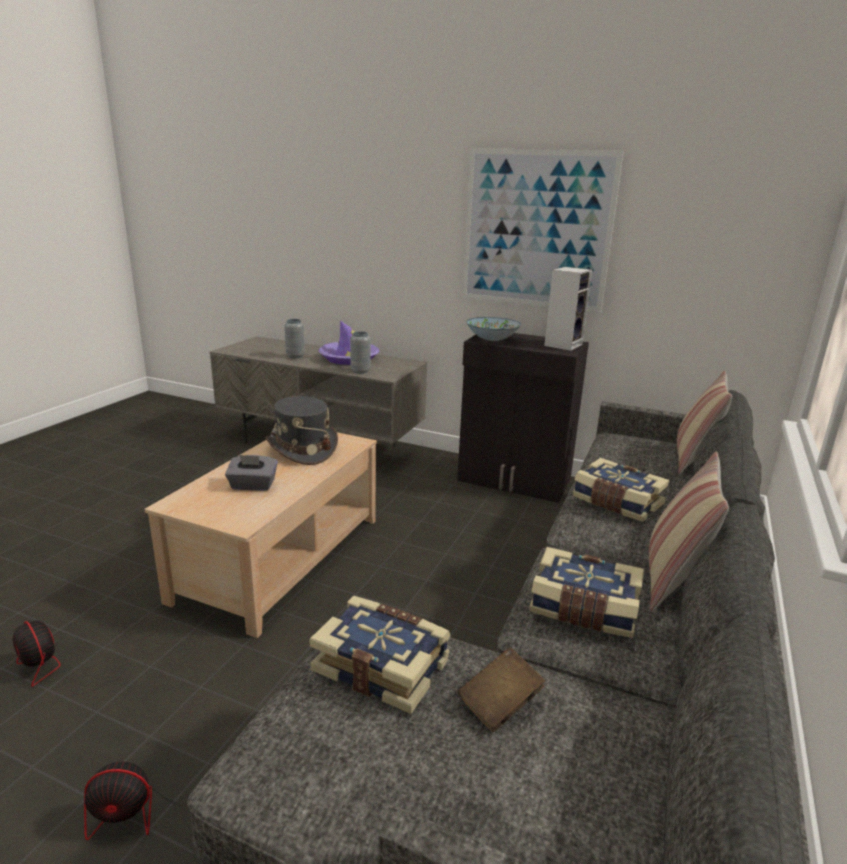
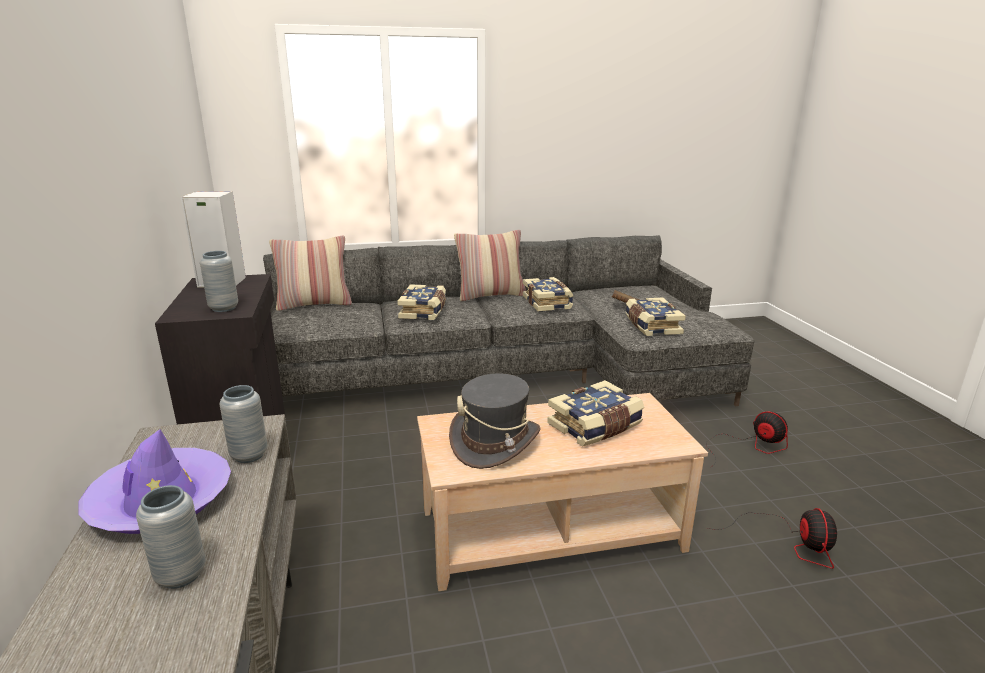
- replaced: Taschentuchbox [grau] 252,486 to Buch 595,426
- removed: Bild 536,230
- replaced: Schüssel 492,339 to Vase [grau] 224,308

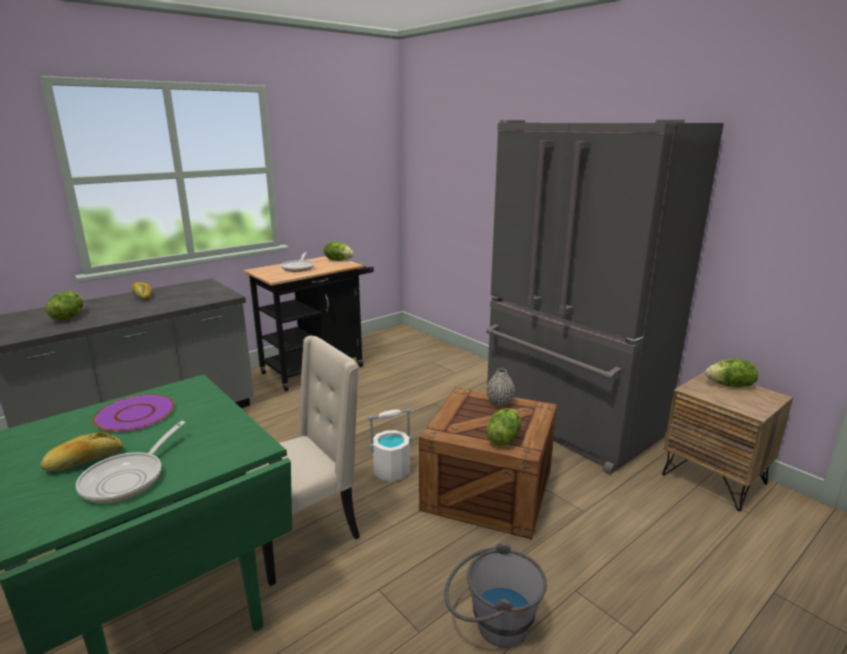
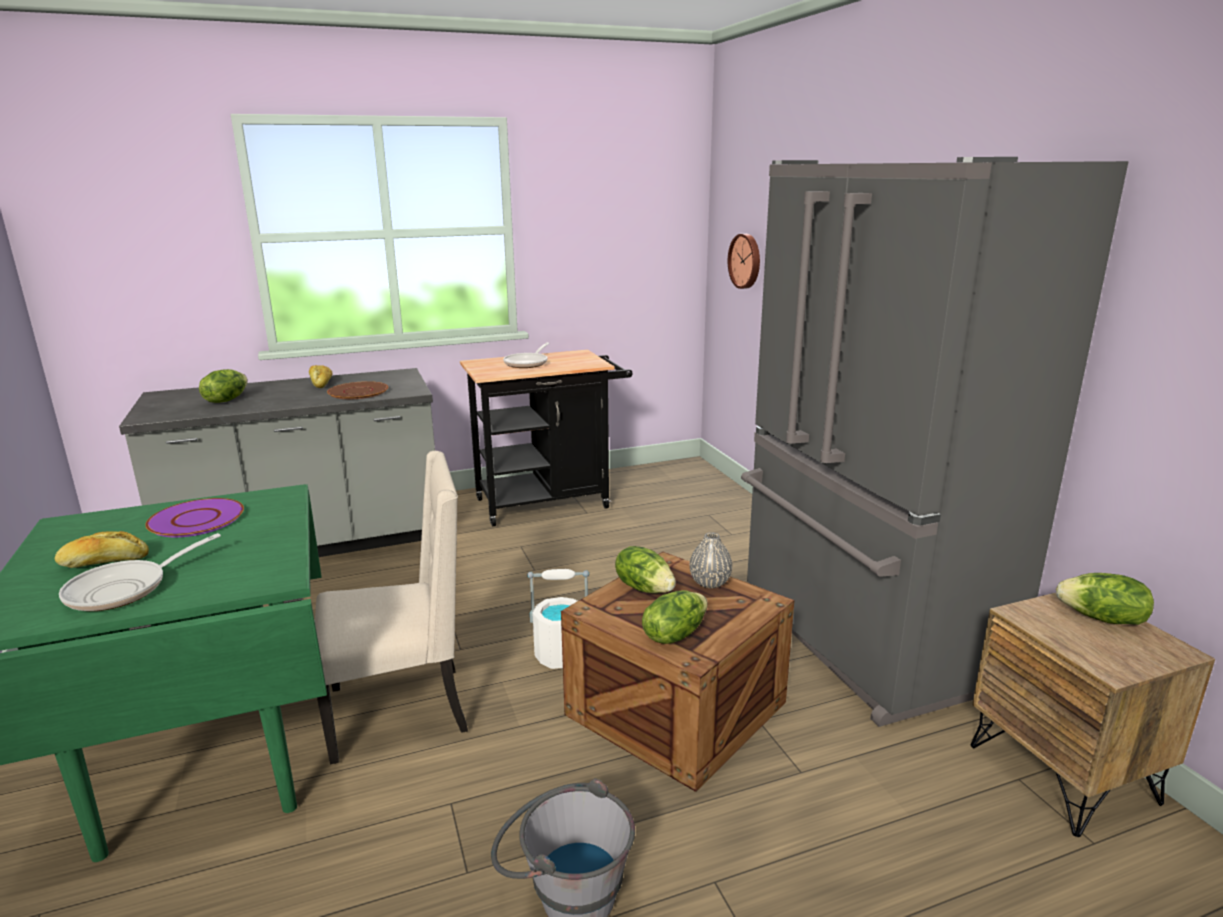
- moved: Salatkopf 338,260 to 645,588
- added: Teller [braun] 358,392
- added: Wanduhr 746,261

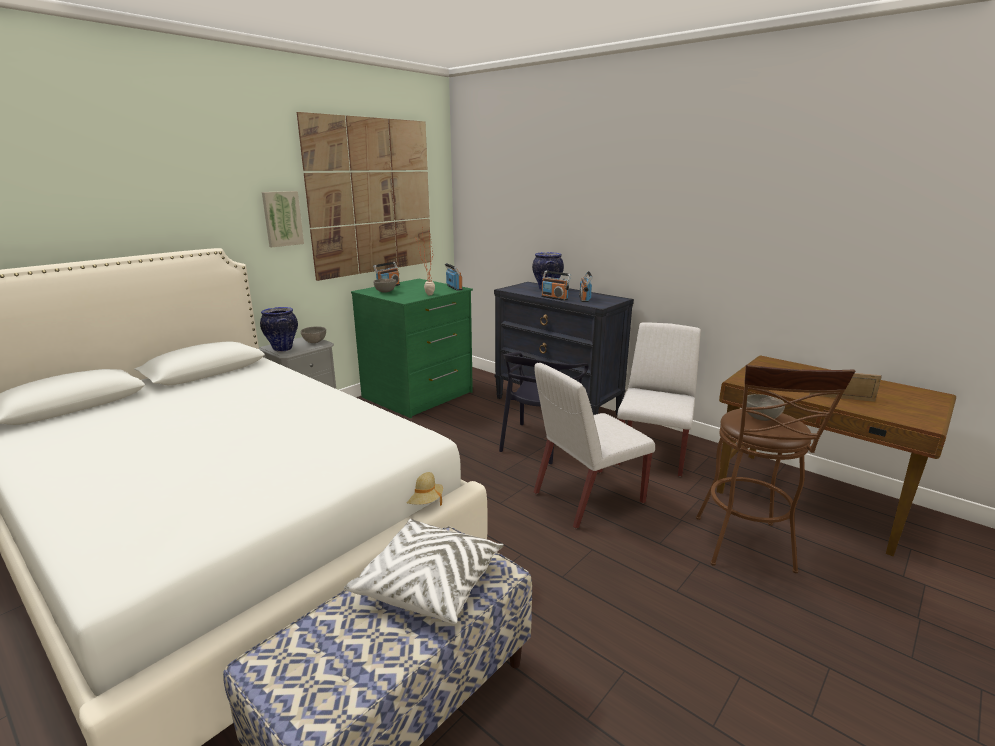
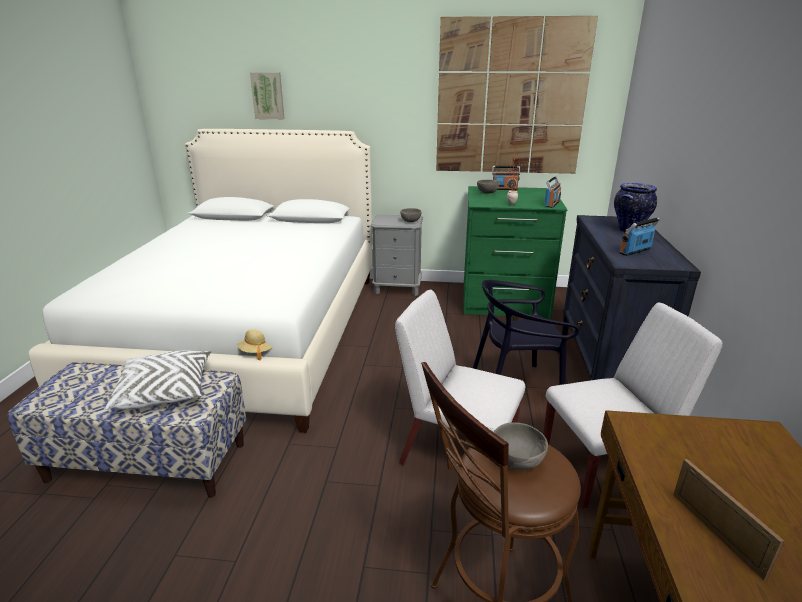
- removed: Vase 282,349
- moved: Bild 282,218 to 268,95
- removed: Radio 554,298

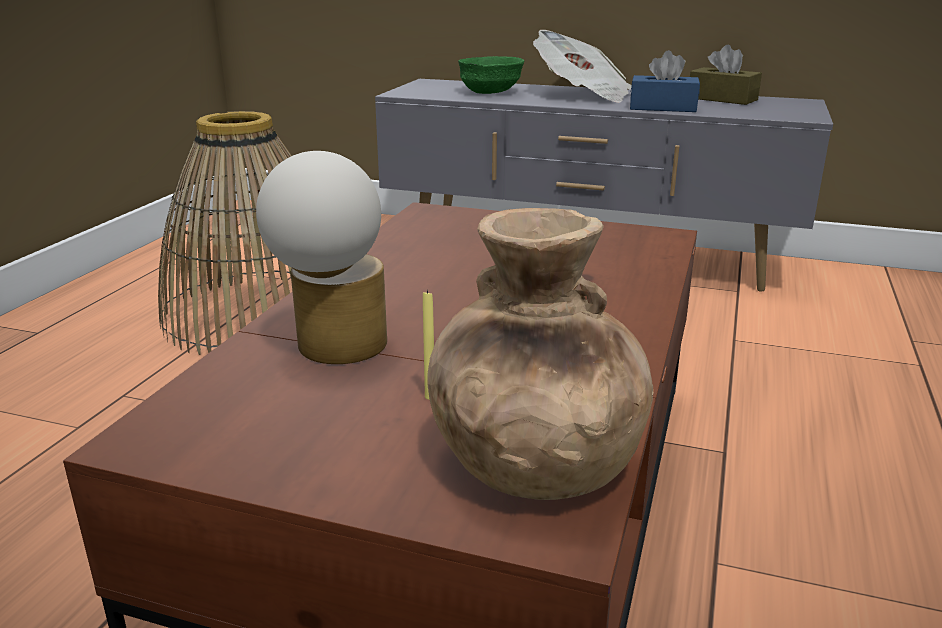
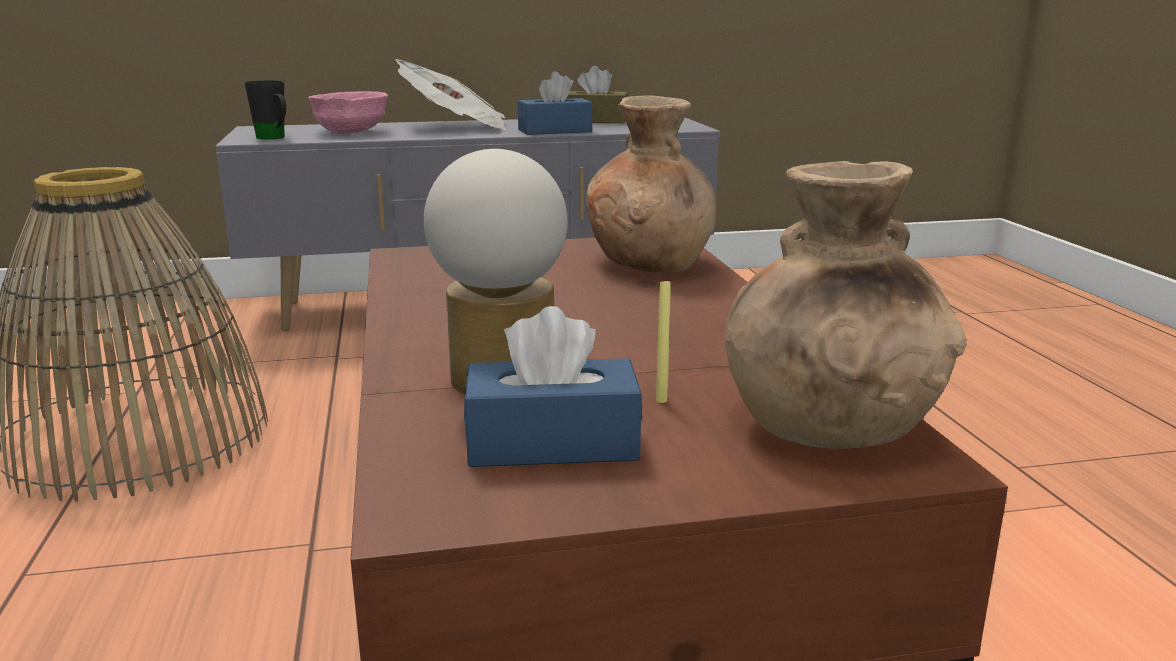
- recoloured: Schüssel [grün] 490,92 to Schüssel [rosa] 351,132
- added: Henkelbecher [schwarz] 274,138
- added: Taschentuchbox [blau] 552,443
- added: Vase [braun] 651,263

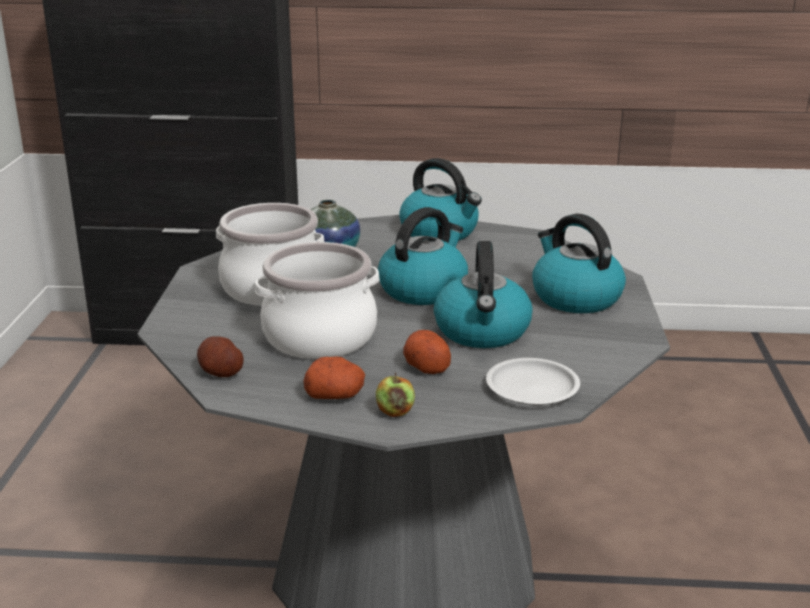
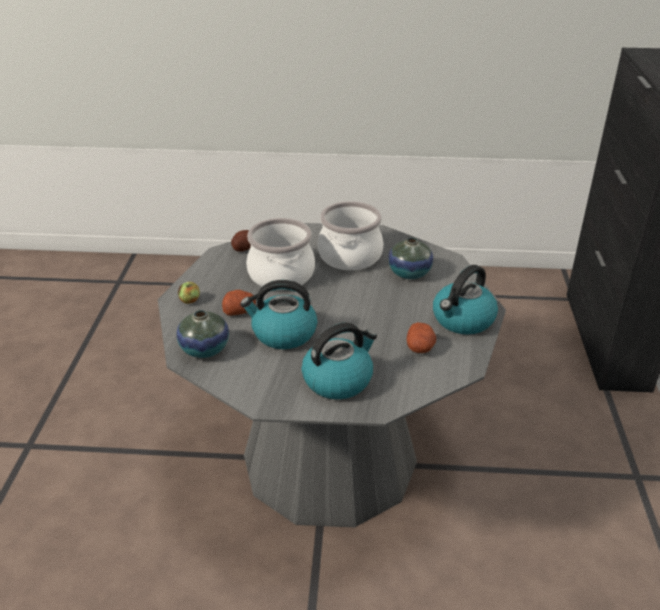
- moved: Kartoffel 336,395 to 420,348
- removed: Wasserkessel 423,289
- replaced: Teller [weiß] 532,388 to Vase 204,349

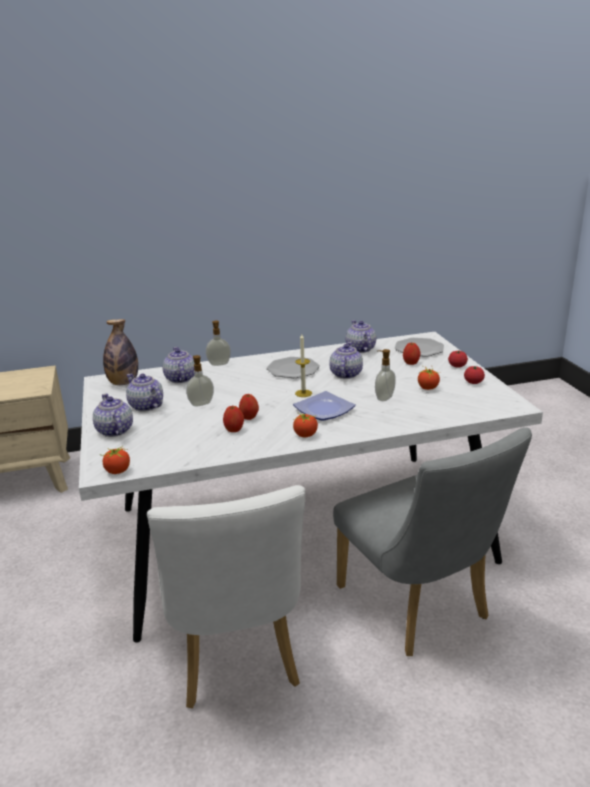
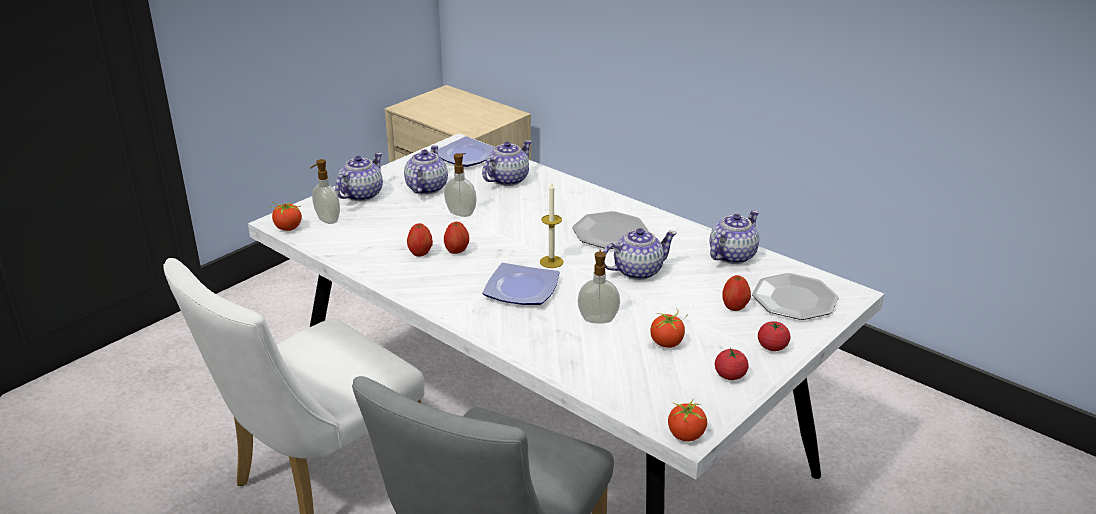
- replaced: Flasche 123,383 to Teller 465,156
- moved: Seifenspender 219,364 to 327,220
- moved: Tomate 305,435 to 686,436

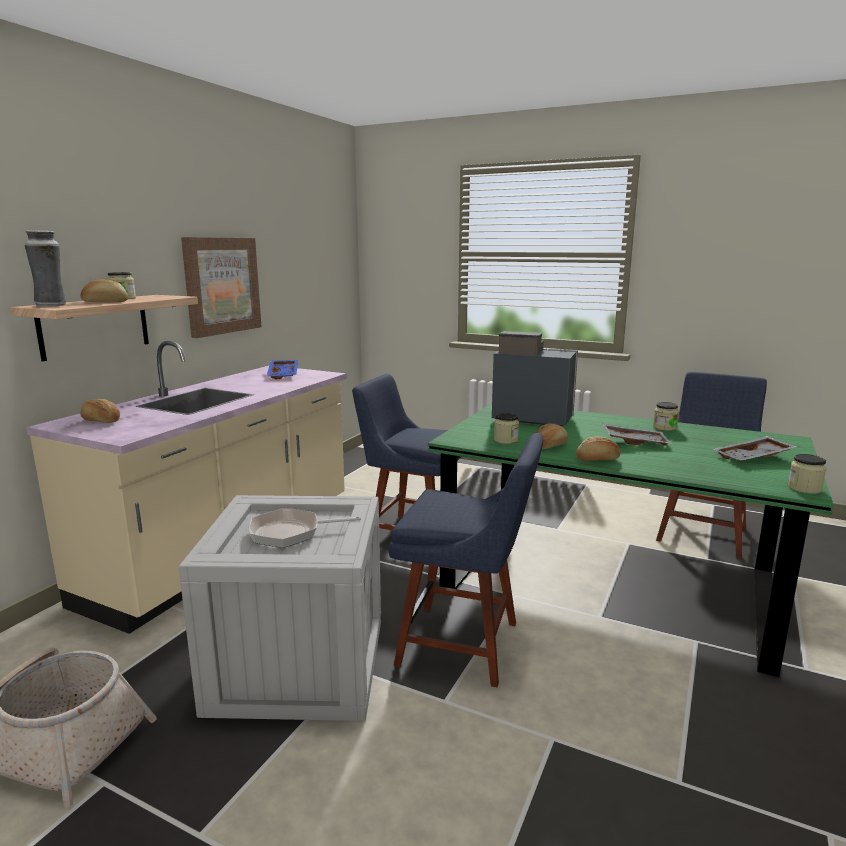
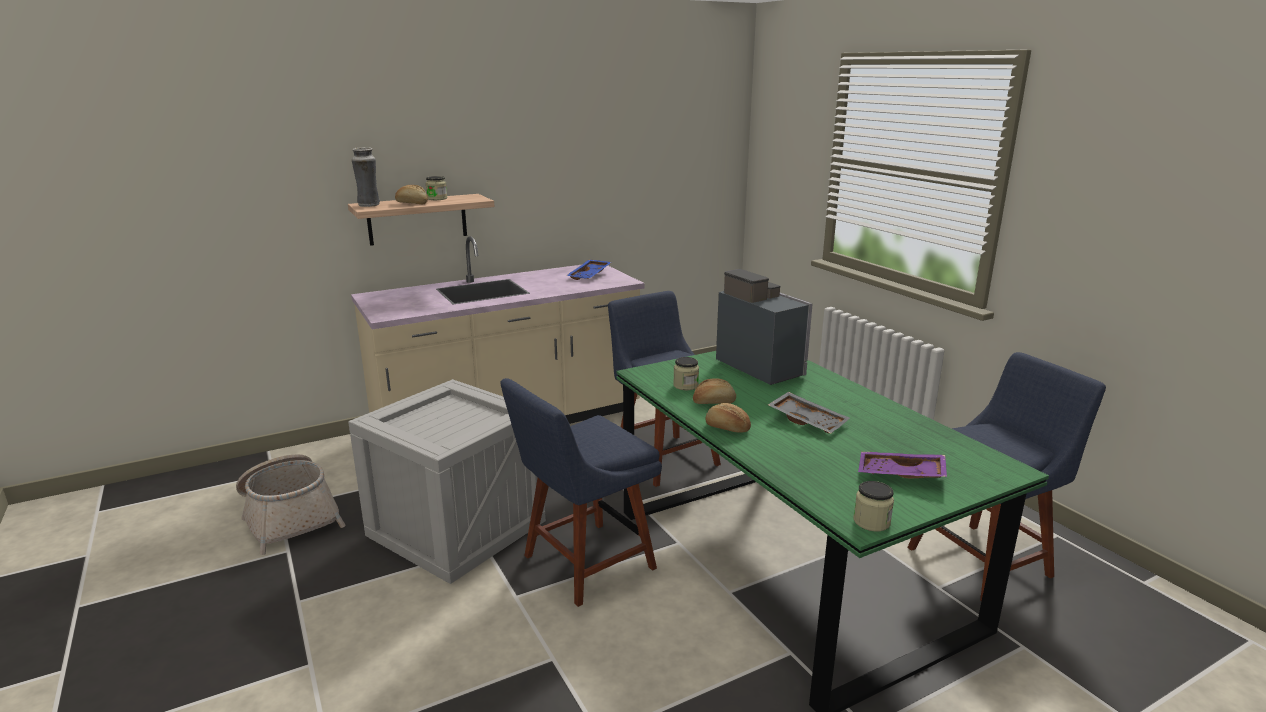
- removed: Brot 101,421
- removed: Bild 221,285
- removed: Pfanne 290,533
- turned: Stuhl [blau] 465,644 = 583,564 90 degrees clockwise
- removed: Vorratsglas 664,427
- recoloured: Tablett [grau] 754,458 to Tablett [lila] 900,475

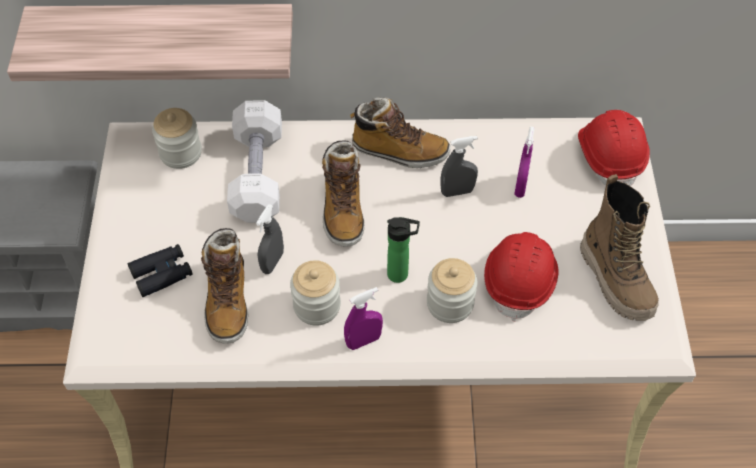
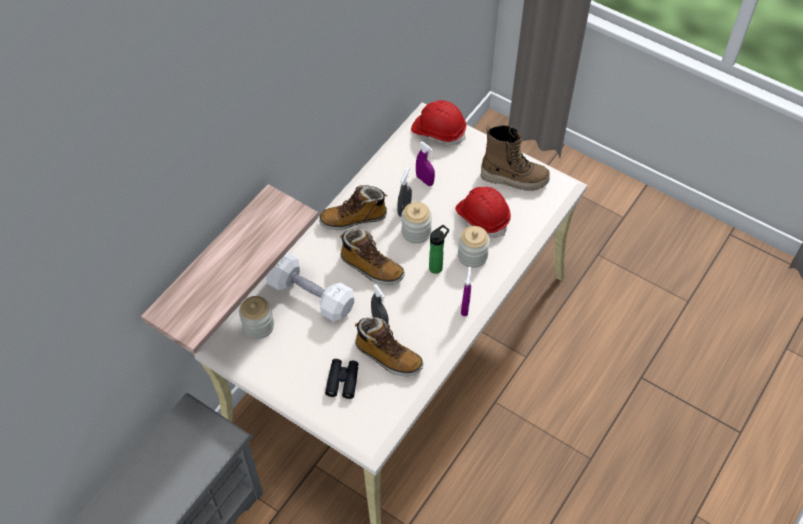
- moved: Vorratsglas 317,305 to 416,232
- turned: Stiefel 399,151 = 353,218 150 degrees counterclockwise

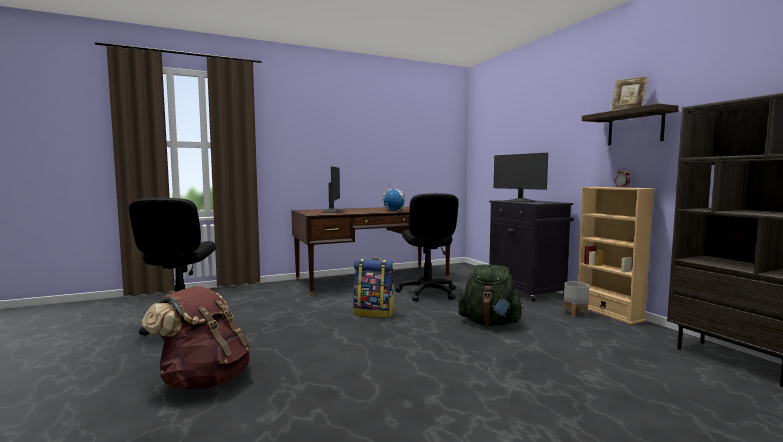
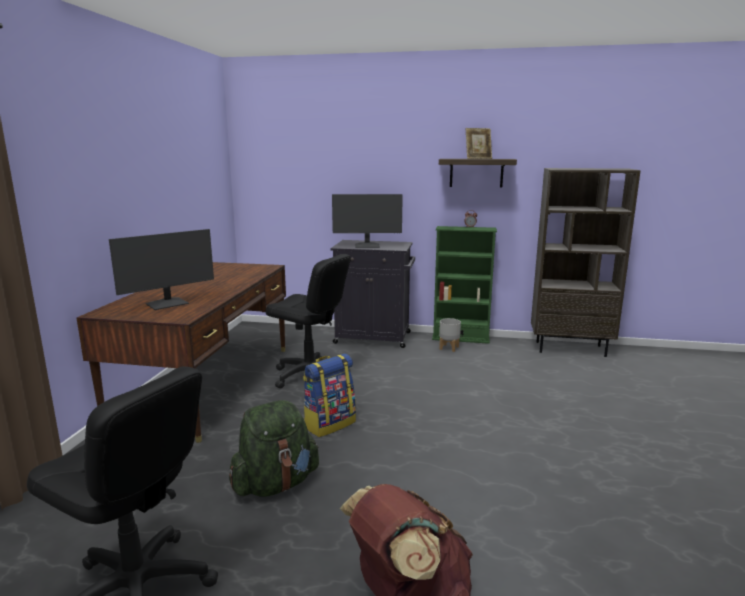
- turned: Monitor 332,211 = 167,304 105 degrees clockwise
- removed: Globus 393,210
- moved: Rucksack [grün] 489,323 to 275,484
- recoloured: Bücherregal [beige] 608,313 to Bücherregal [grün] 460,338

